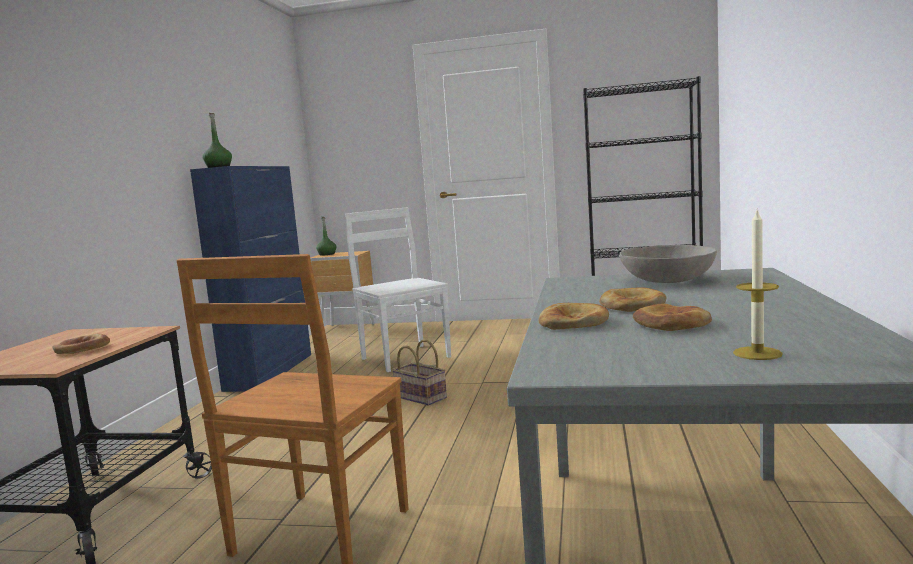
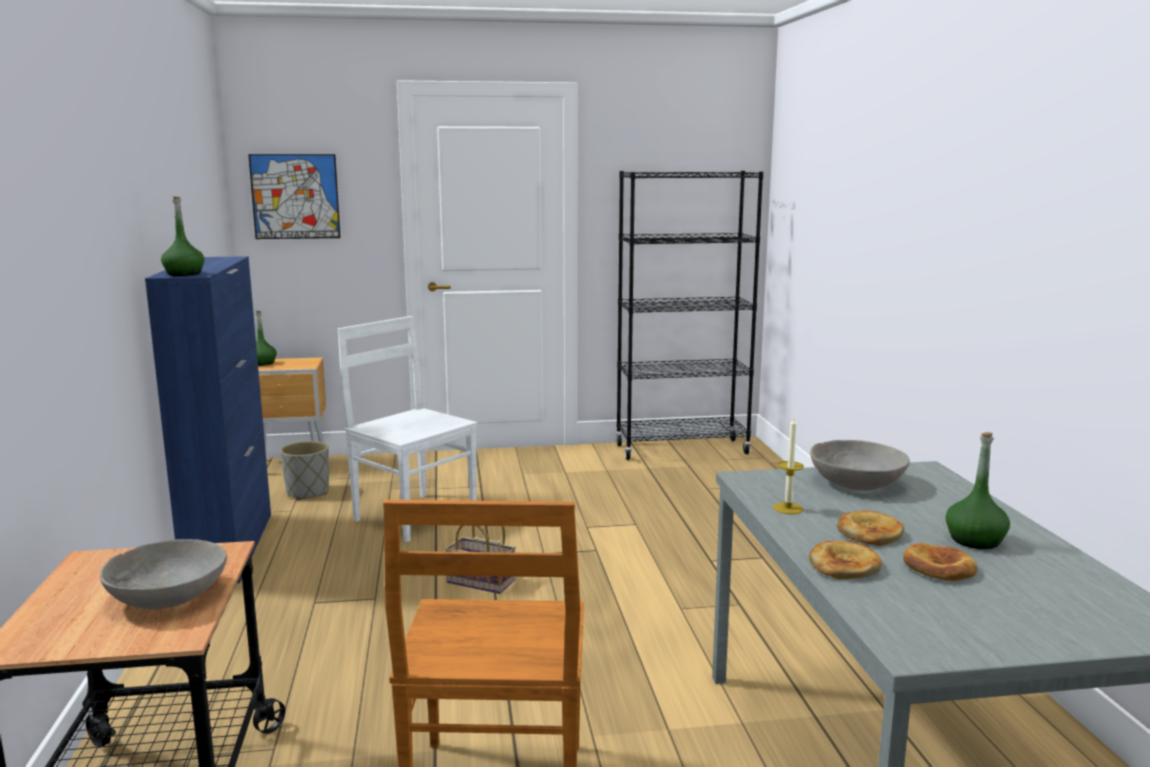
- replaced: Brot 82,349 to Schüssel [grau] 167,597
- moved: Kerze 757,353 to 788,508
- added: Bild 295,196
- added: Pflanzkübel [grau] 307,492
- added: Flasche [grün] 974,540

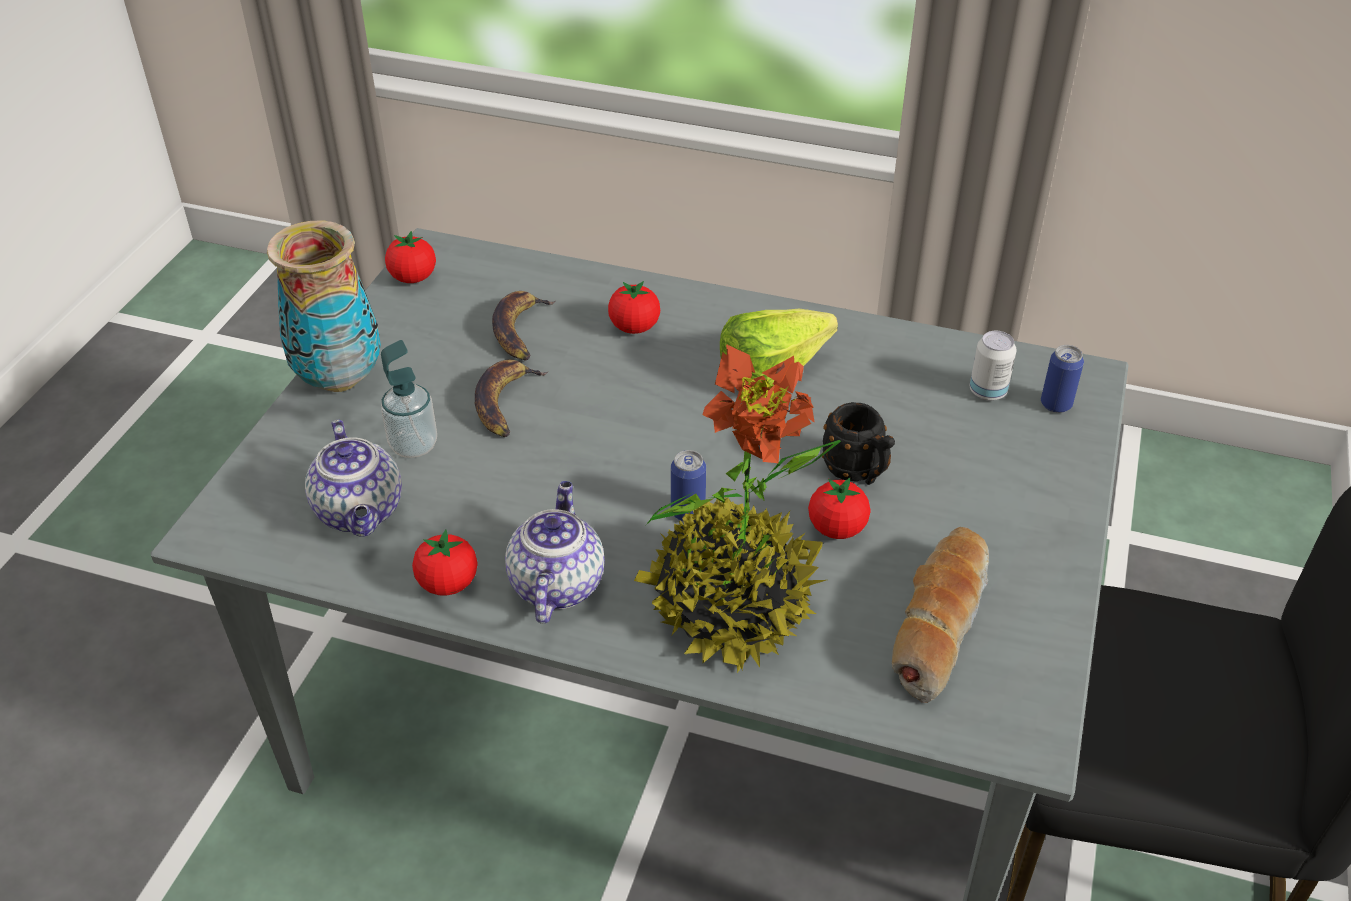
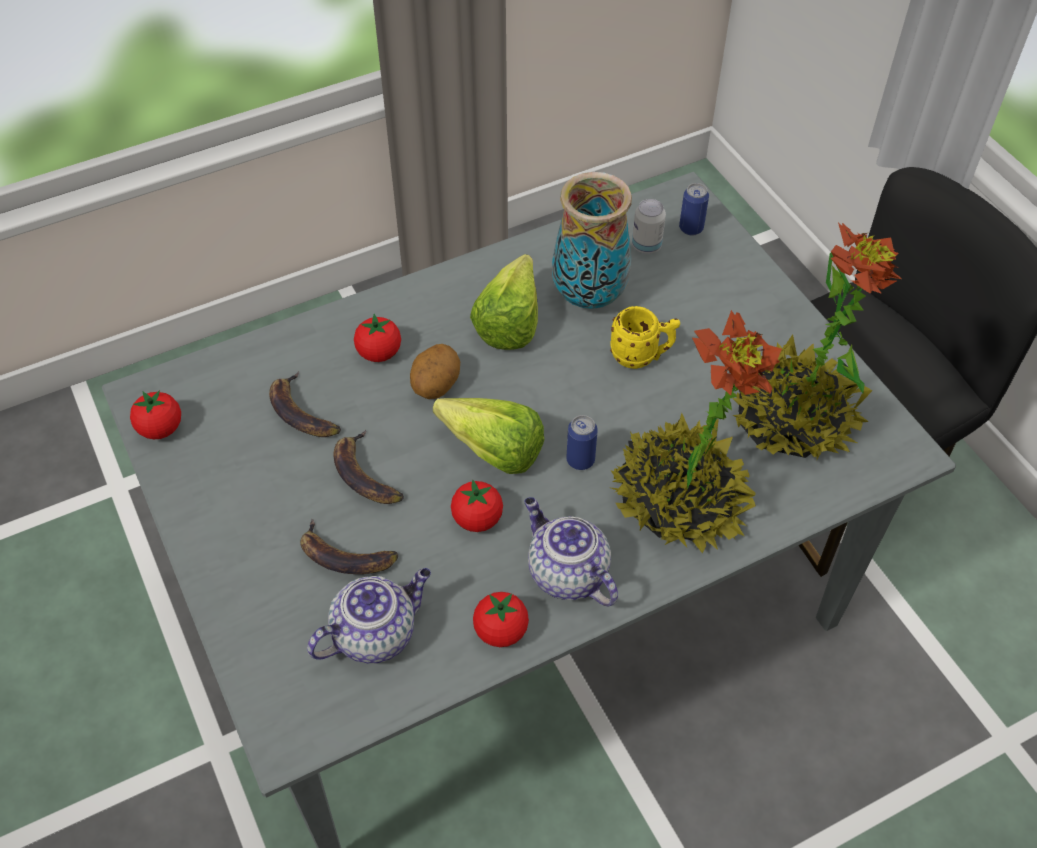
- moved: Vase 338,379 to 588,297
- turned: Teekanne 361,512 = 376,633 60 degrees counterclockwise
- replaced: Seifenspender 414,445 to Banane 345,556
- moved: Tomate 837,528 to 477,519
- recoloured: Henkelbecher [schwarz] 857,472 to Henkelbecher [gelb] 641,356
- replaced: Brot 937,623 to Topfpflanze 792,420
- added: Kartoffel 435,385
- added: Salatkopf 486,446

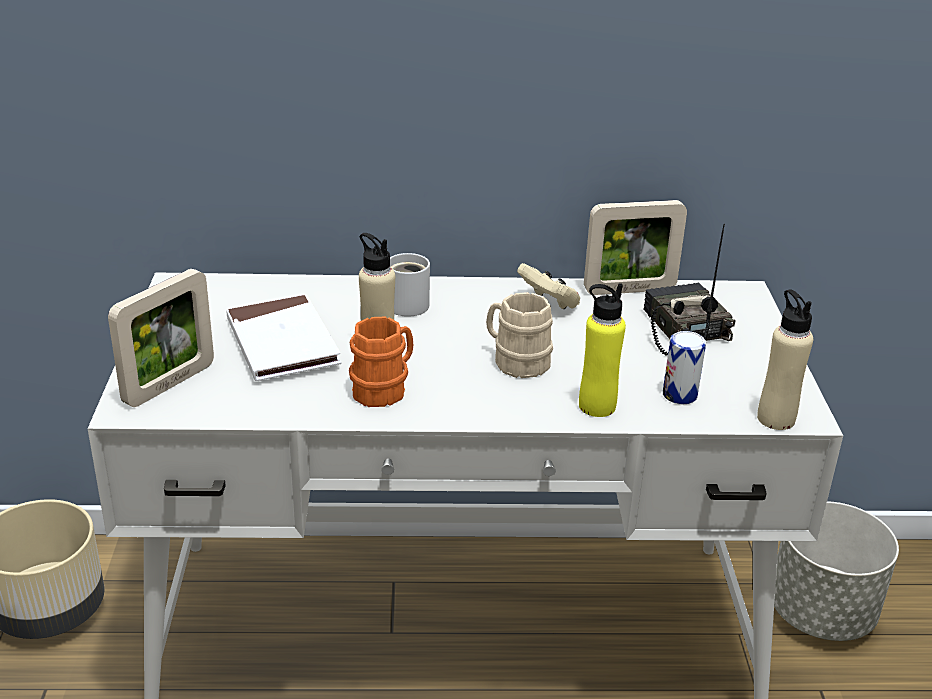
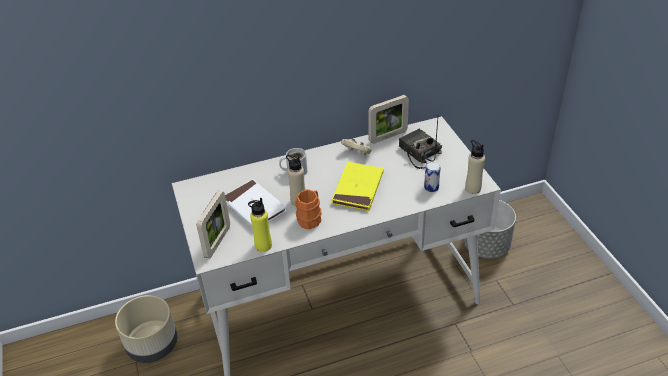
- replaced: Henkelbecher [beige] 515,361 to Buch [gelb] 358,188
- moved: Flasche [gelb] 596,406 to 263,245

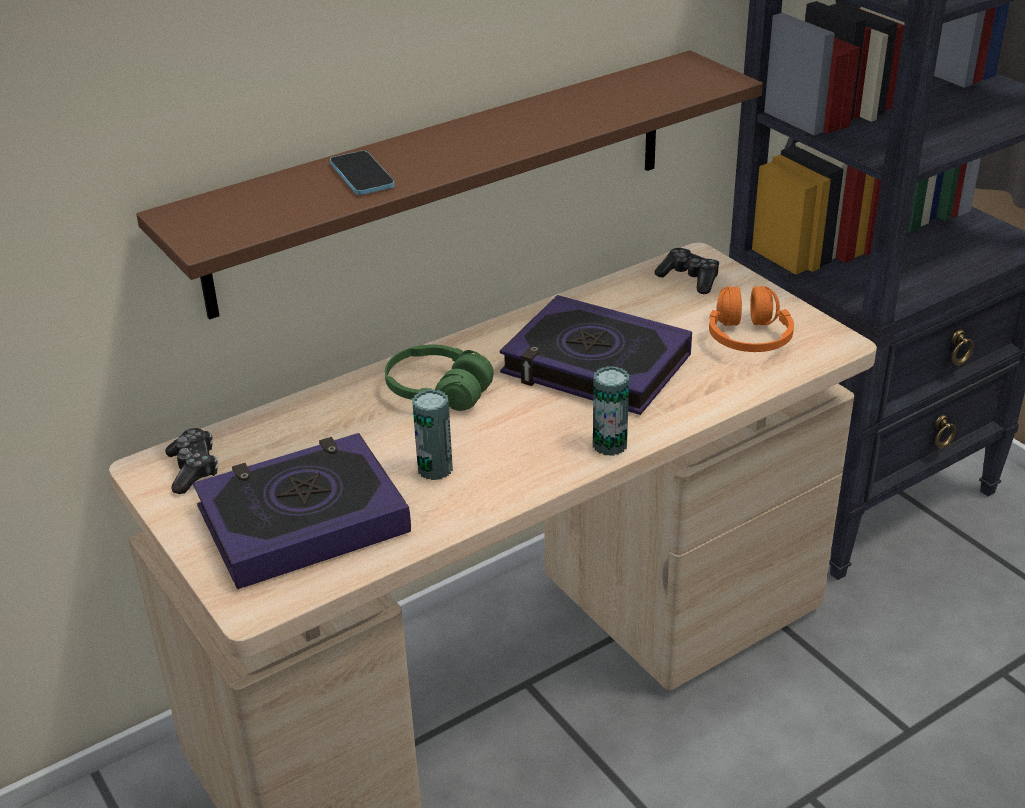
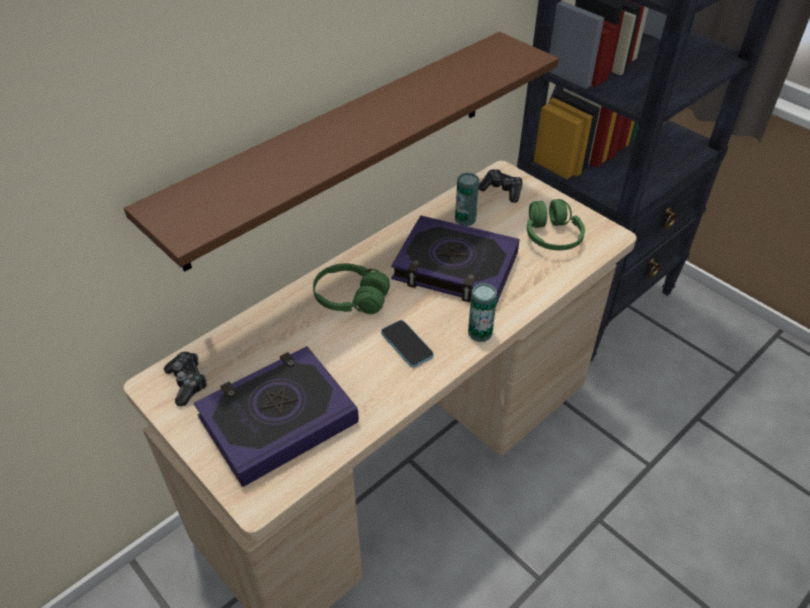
- moved: Handy 362,175 to 406,344
- moved: Dose 435,469 to 465,219
- recoloured: Kopfhörer [orange] 748,338 to Kopfhörer [grün] 552,236

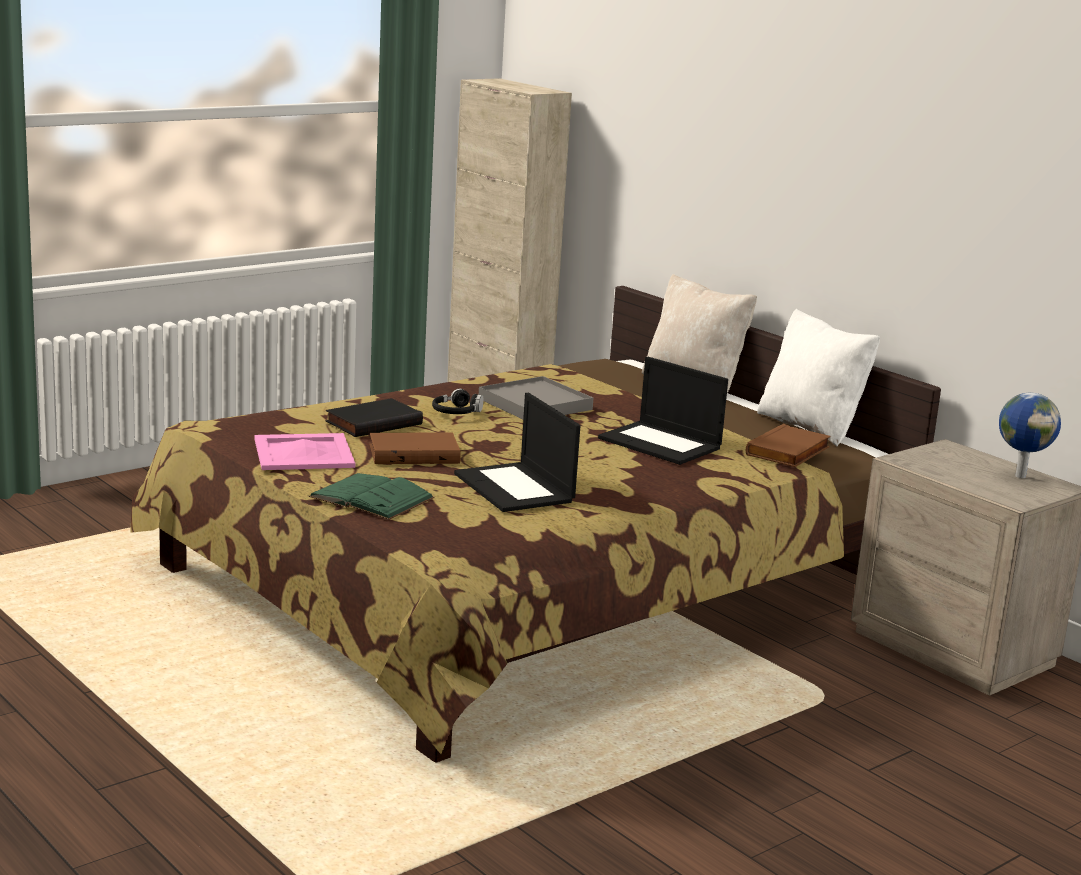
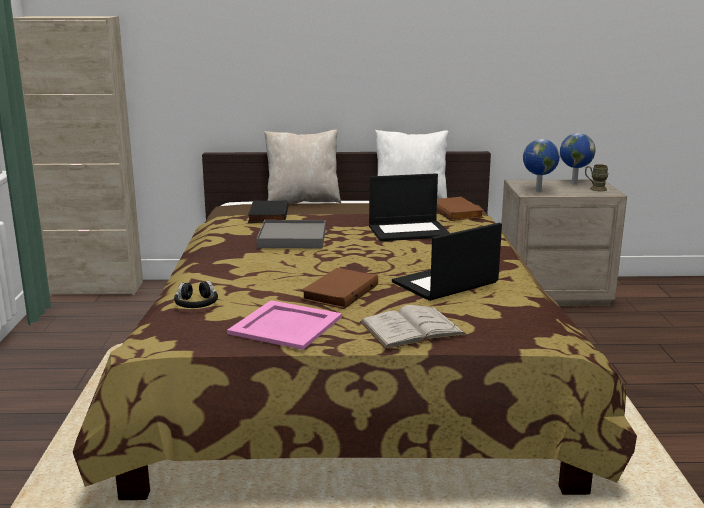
- recoloured: Buch [grün] 371,497 to Buch [weiß] 412,328
- moved: Buch [schwarz] 373,422 to 267,215
- moved: Kopfhörer [schwarz] 456,412 to 196,304
- turned: Laptop 515,488 = 445,283 135 degrees clockwise
- added: Globus 537,191
- added: Henkelbecher [braun] 594,189

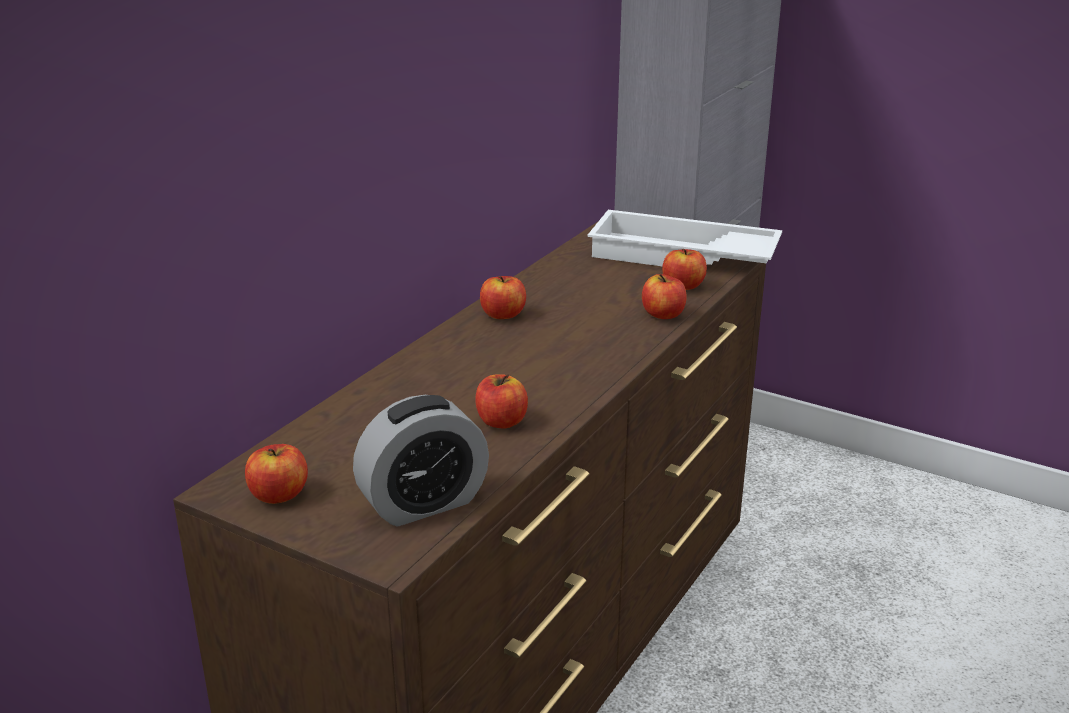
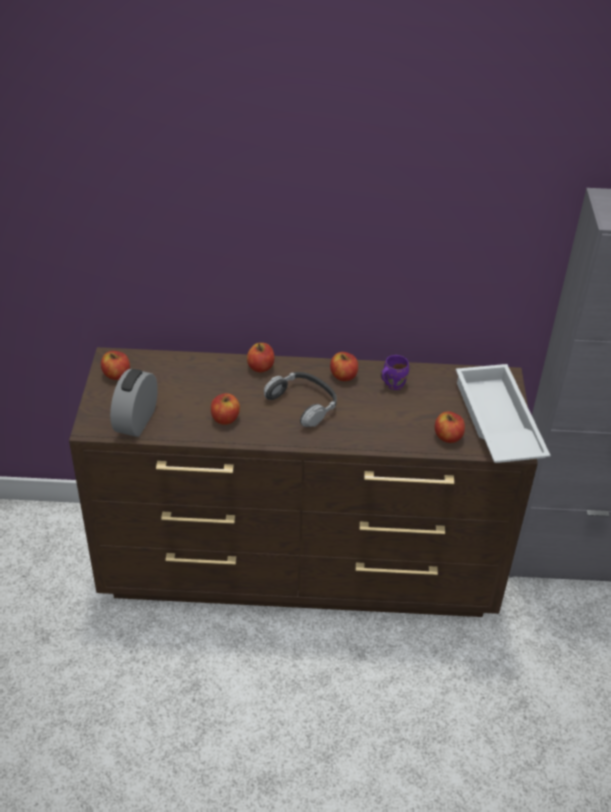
- turned: Wecker 423,503 = 136,421 75 degrees clockwise
- moved: Apfel 663,314 to 260,367
- added: Kopfhörer 303,404
- added: Henkelbecher [lila] 392,383

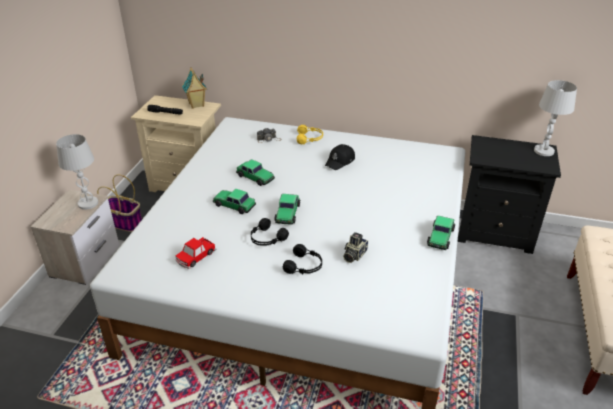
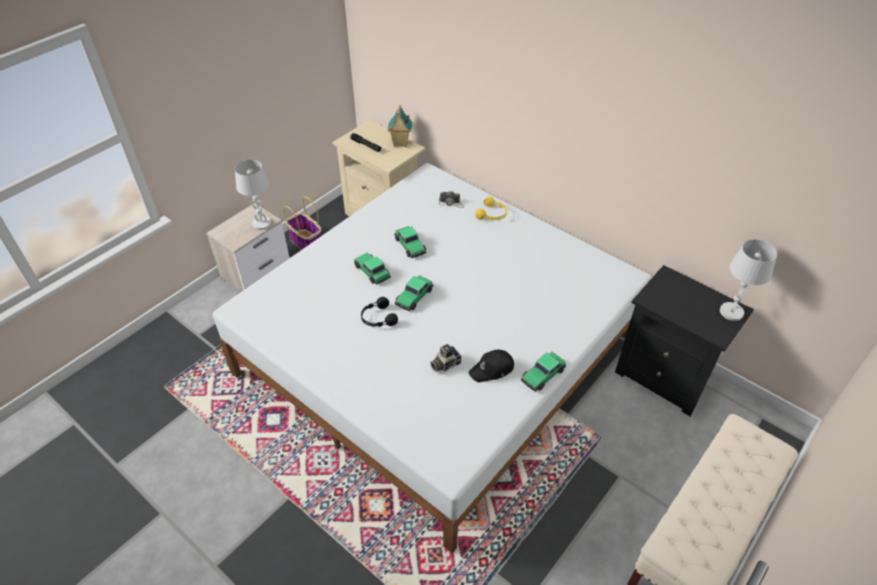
- removed: Spielzeugauto 196,256
- removed: Kopfhörer [schwarz] 304,266
- moved: Kappe [schwarz] 340,161 to 492,369

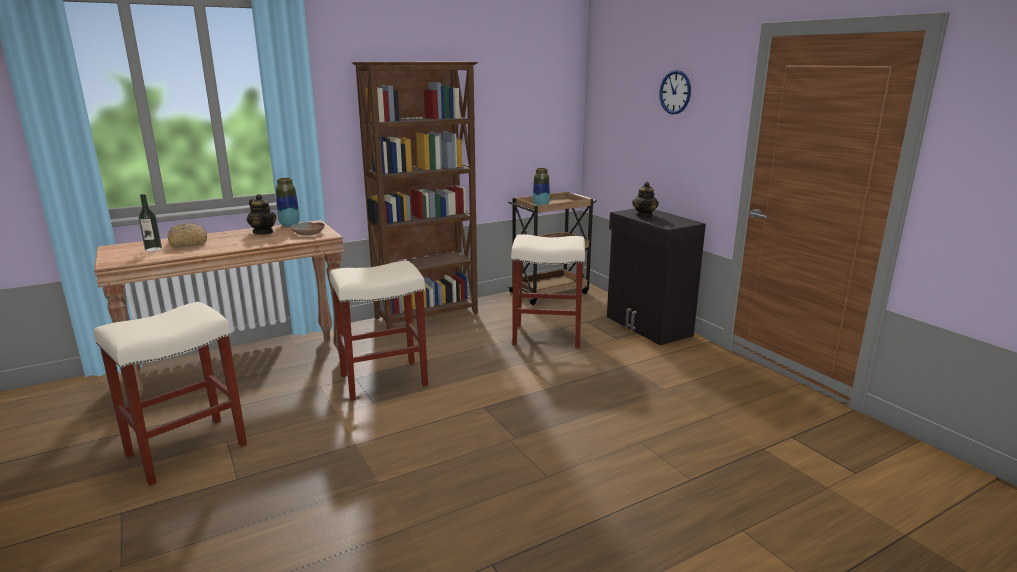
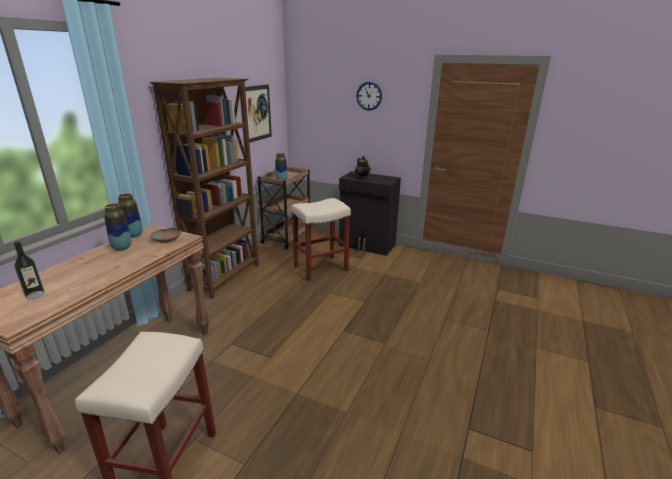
- removed: Brot 187,243
- replaced: Teekanne 263,232 to Vase 122,248
- removed: Hocker [beige] 385,379
- added: Bild 257,113

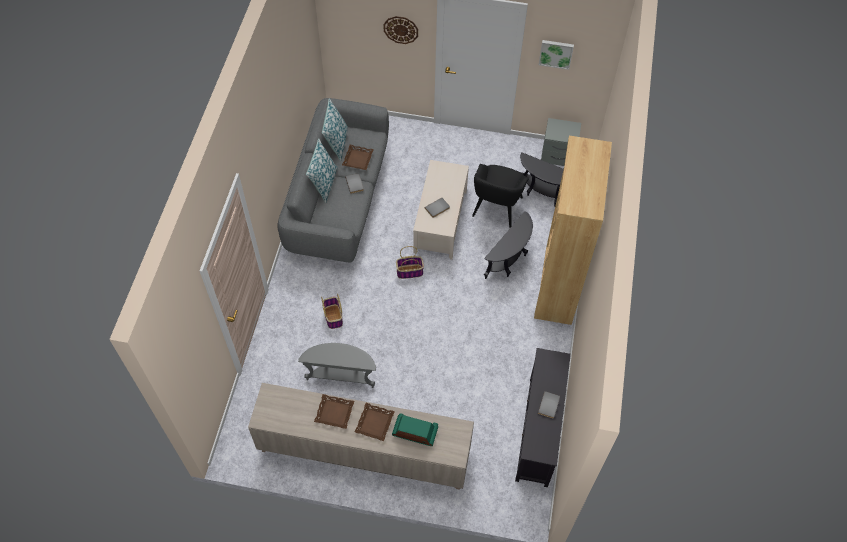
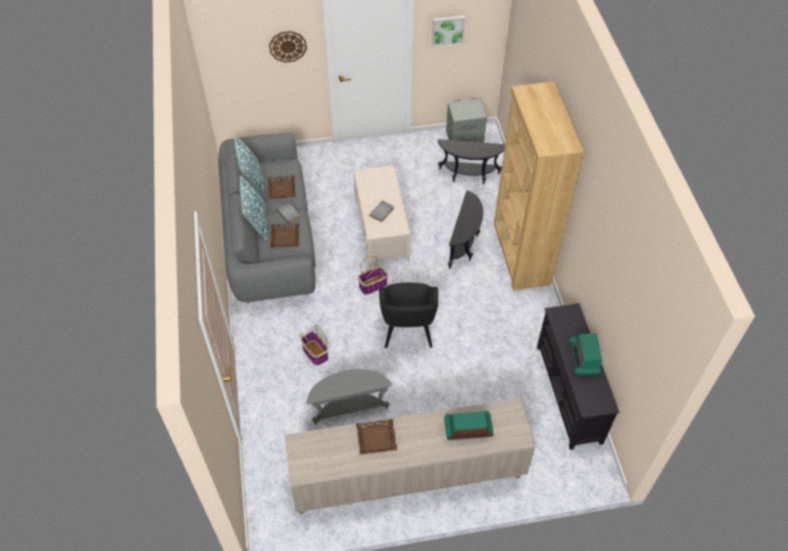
- moved: Tablett [braun] 374,423 to 284,237
- moved: Sessel [schwarz] 497,208 to 407,329
- replaced: Buch [grau] 549,405 to Radio 584,357

